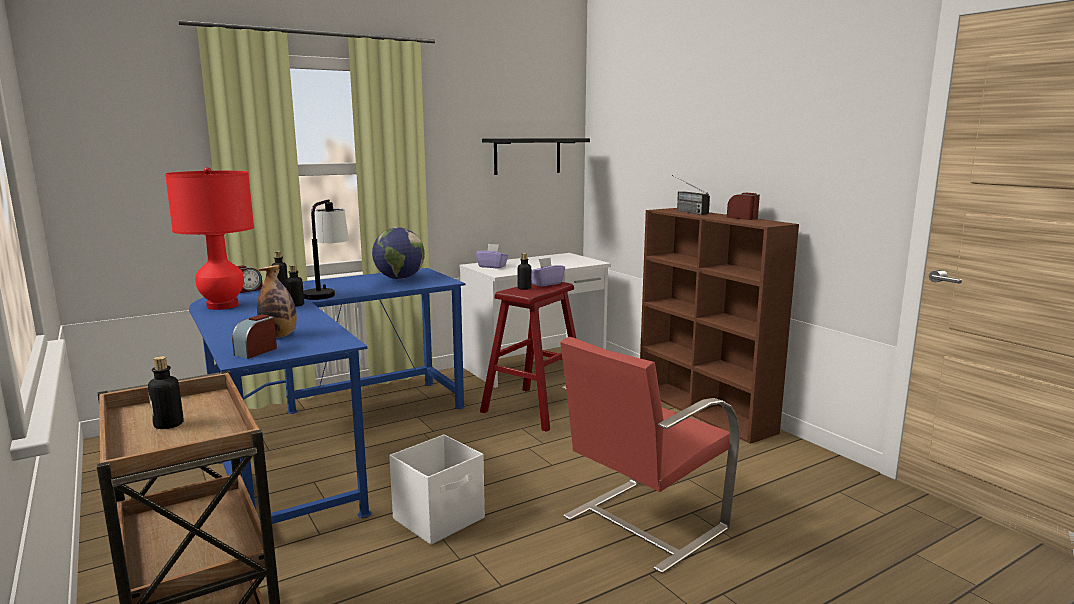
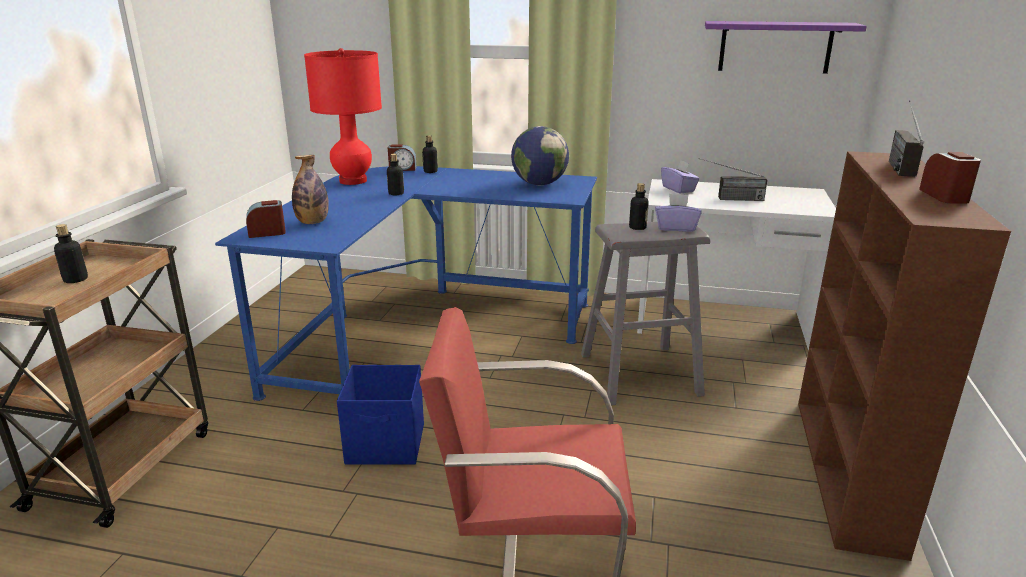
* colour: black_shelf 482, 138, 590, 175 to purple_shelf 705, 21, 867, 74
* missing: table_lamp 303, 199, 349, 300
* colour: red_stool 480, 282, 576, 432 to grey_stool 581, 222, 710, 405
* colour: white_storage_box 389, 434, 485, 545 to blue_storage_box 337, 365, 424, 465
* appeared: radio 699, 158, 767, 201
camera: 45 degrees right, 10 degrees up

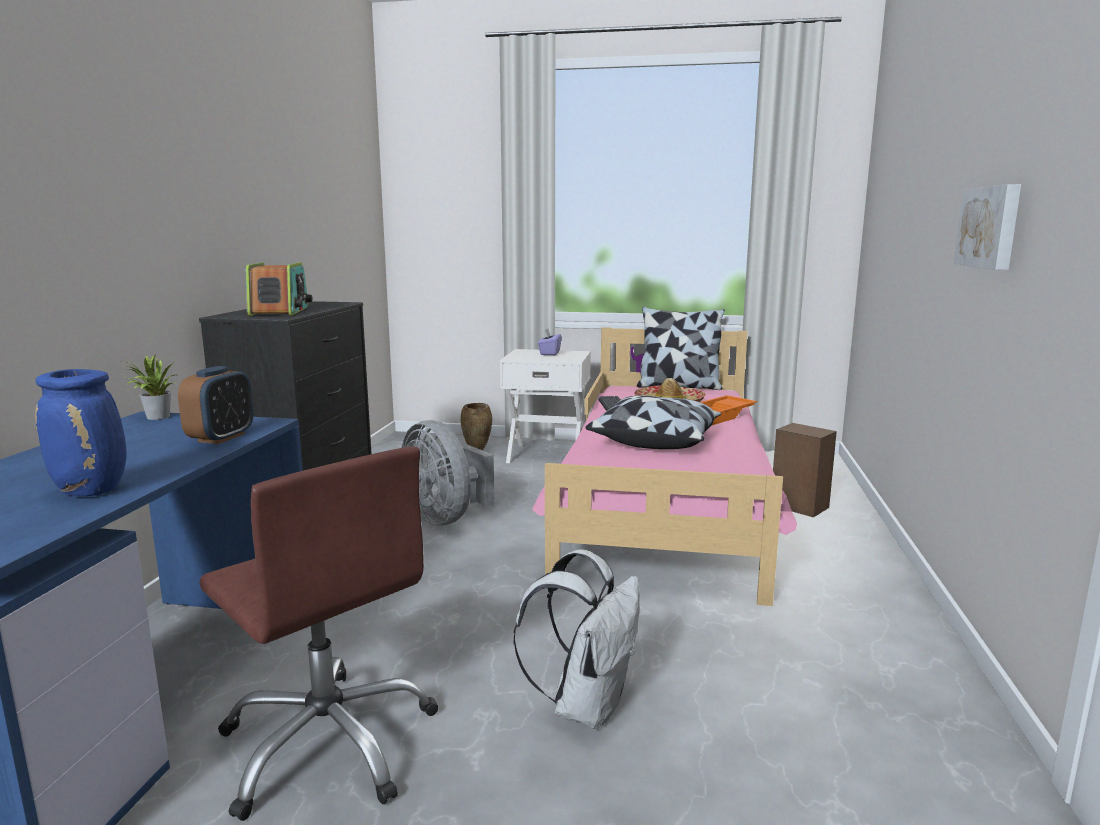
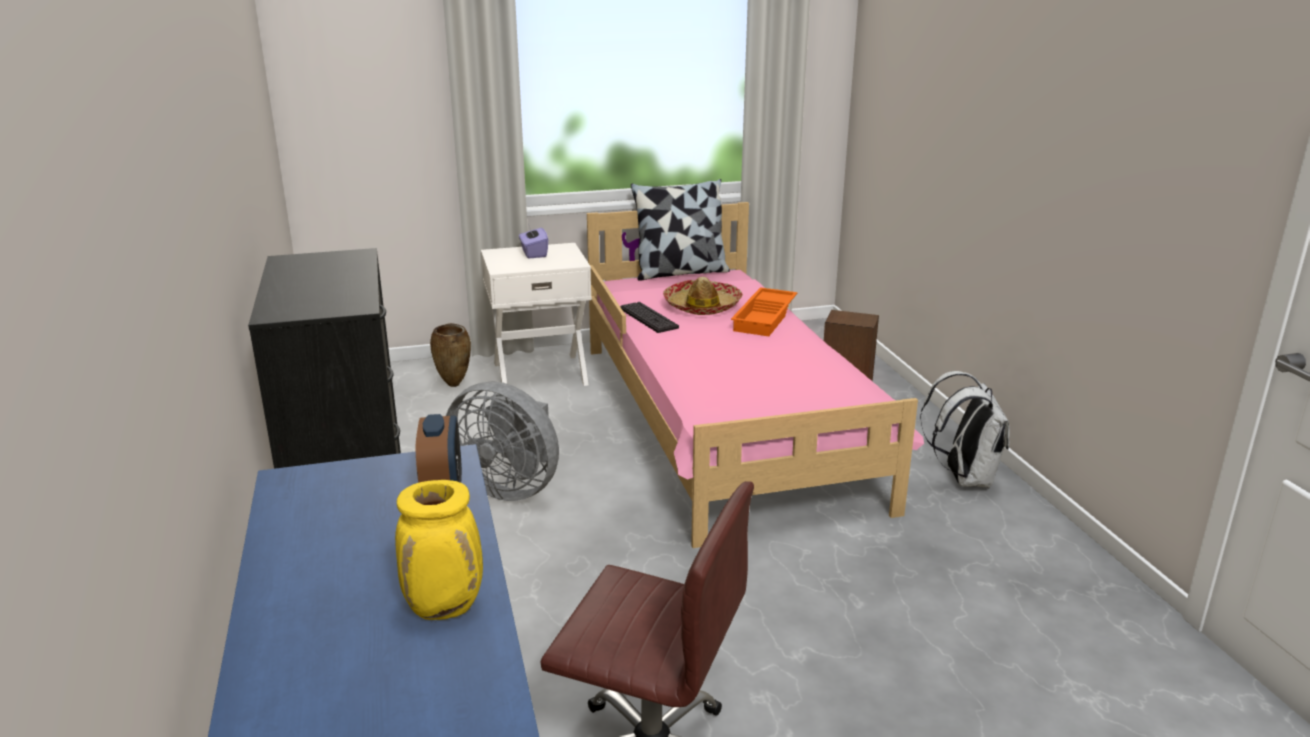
* missing: picture 954, 184, 1021, 270
* missing: radio 245, 262, 313, 316
* missing: potted_plant 124, 354, 174, 420
* colour: blue_vase 35, 369, 127, 496 to yellow_vase 395, 480, 483, 620
* missing: pillow 585, 395, 722, 449
* relocated: white_backpack 513, 549, 640, 729 to 920, 371, 1010, 488
camera: 25 degrees left, 10 degrees up

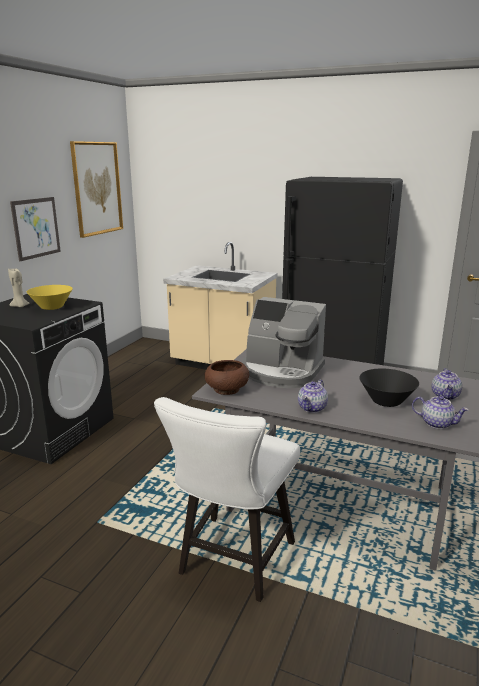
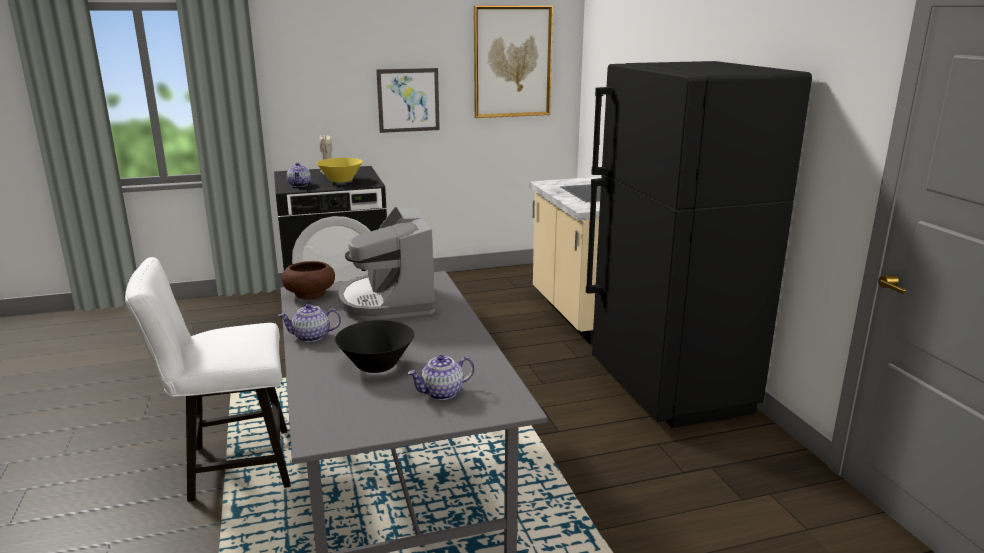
* relocated: teapot 412, 396, 469, 429 to 287, 162, 311, 187
camera: 50 degrees right, 0 degrees up

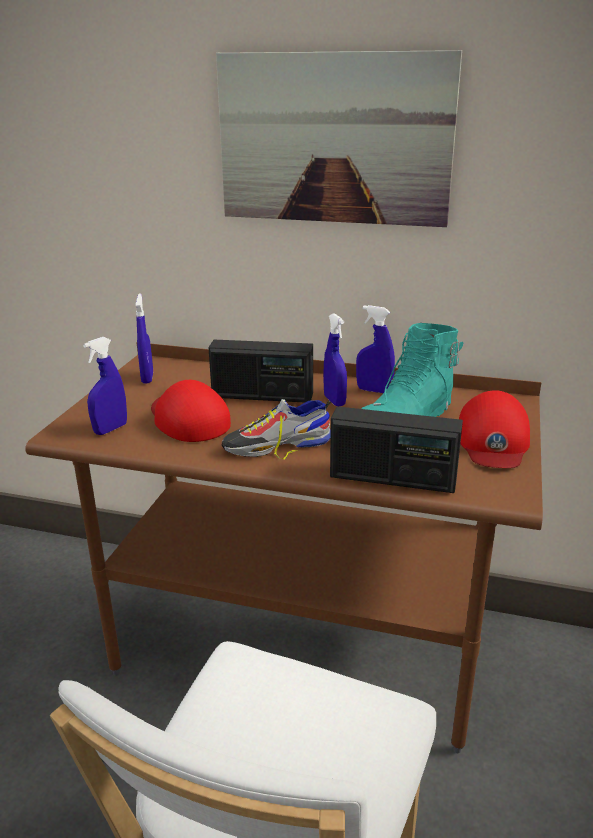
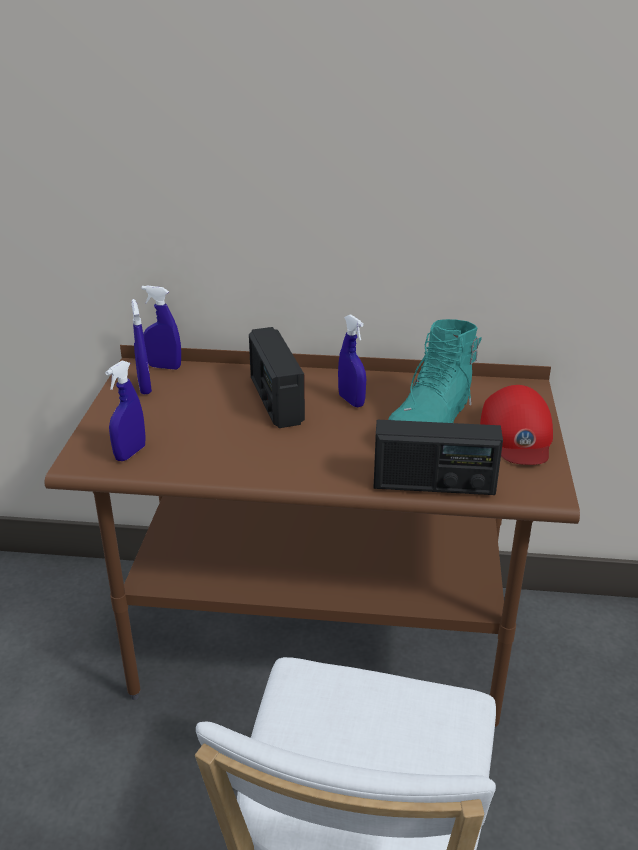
* missing: picture 216, 50, 462, 227
* relocated: blue_spray_bottle 356, 305, 395, 393 to 142, 285, 181, 370
* spun: radio 208, 340, 313, 402 = 249, 327, 305, 428 75 degrees clockwise
* missing: red_cap 151, 380, 231, 442
* missing: shoe 222, 399, 331, 459
camera: 10 degrees left, 5 degrees up

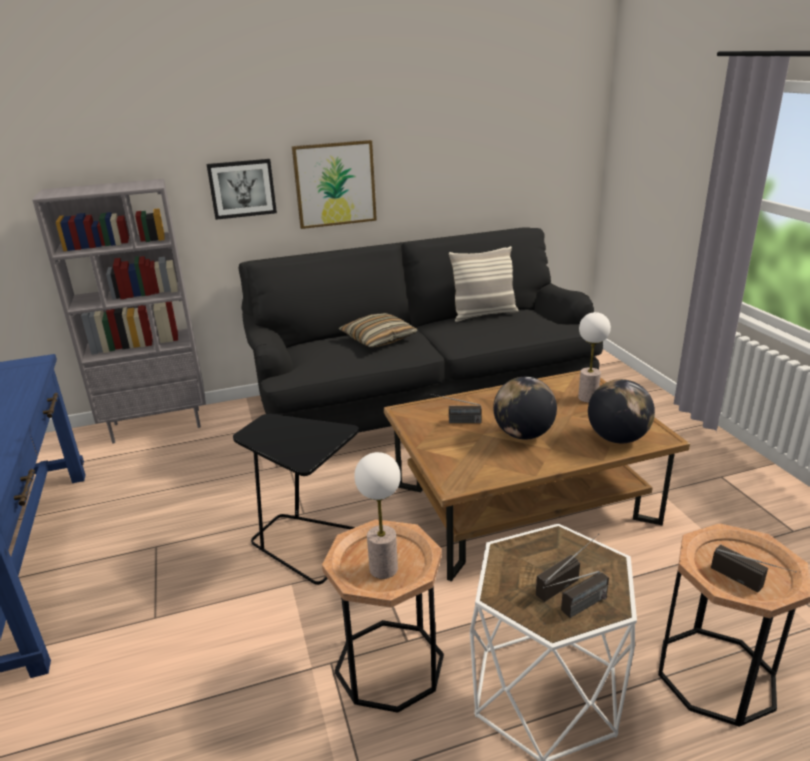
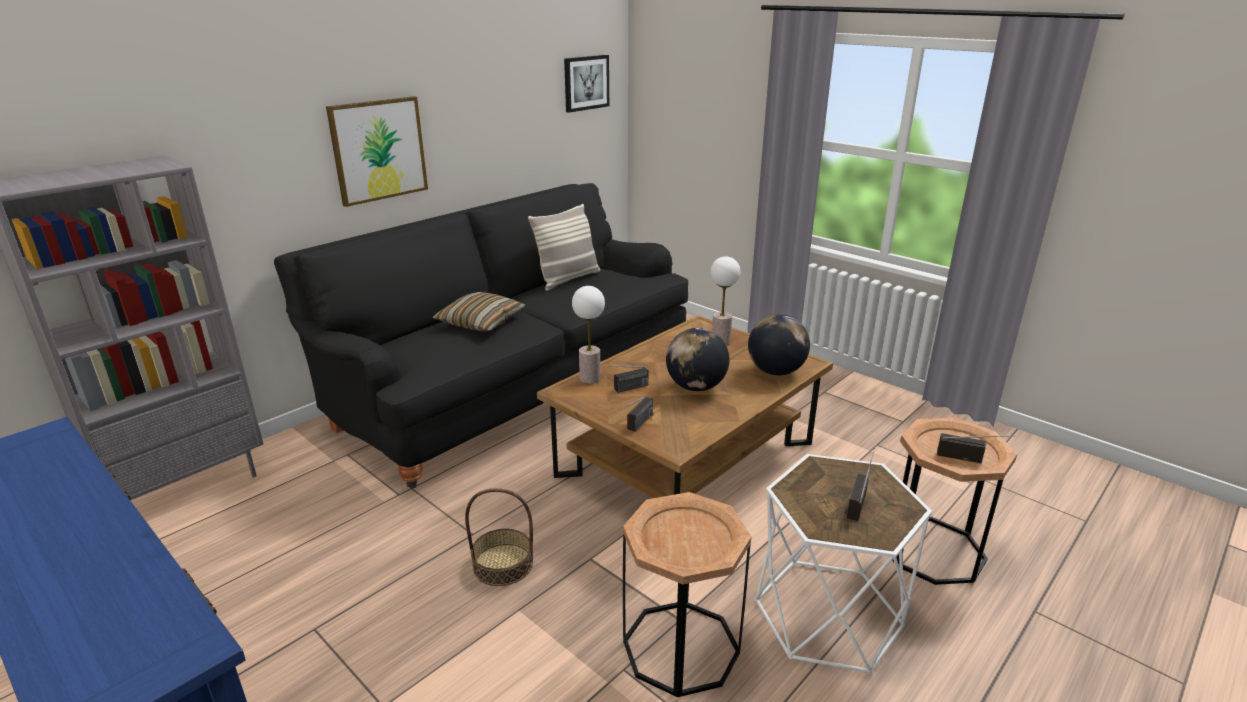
* relocated: picture 207, 159, 277, 220 to 564, 55, 609, 113
* exchanged: black_side_table 233, 414, 358, 585 to basket 465, 488, 533, 586
* relocated: table_lamp 354, 452, 401, 579 to 572, 286, 605, 384
* relocated: radio 543, 571, 609, 618 to 617, 396, 654, 432
camera: 30 degrees left, 0 degrees up

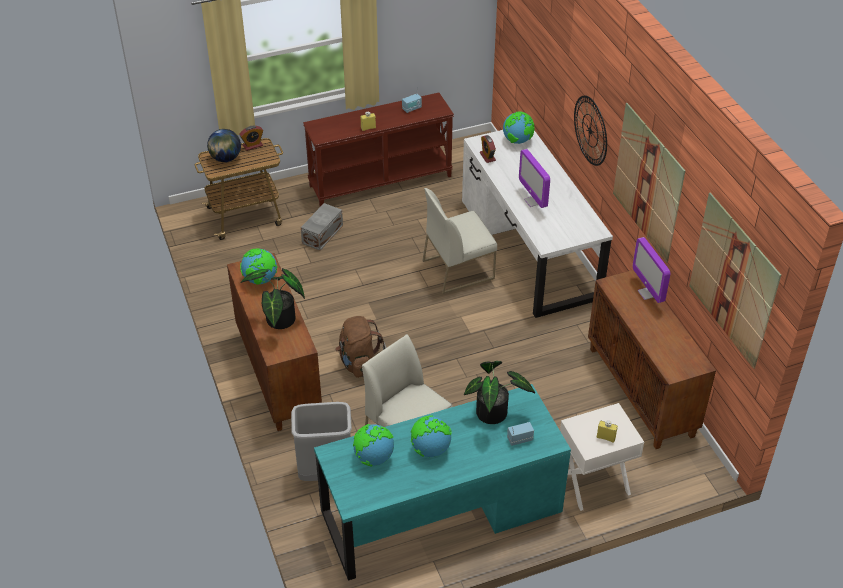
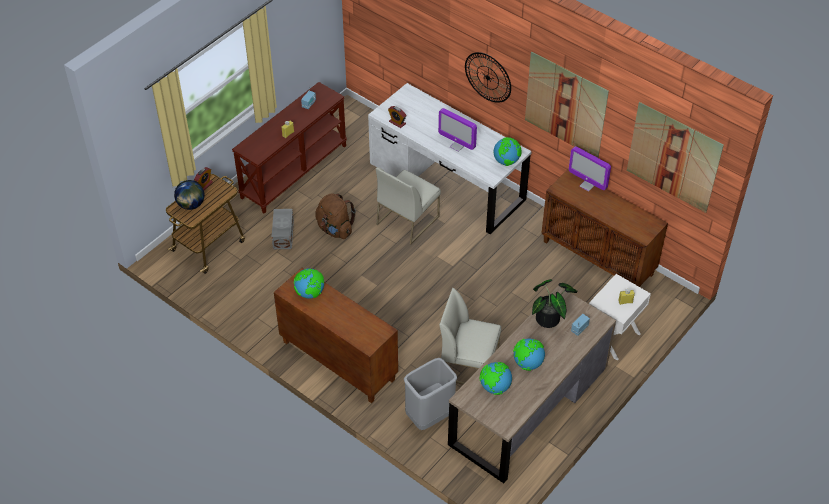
* relocated: globe 503, 112, 535, 144 to 494, 137, 522, 166
* missing: potted_plant 240, 268, 305, 329
* relocated: brown_backpack 335, 316, 386, 378 to 315, 193, 356, 239
* colour: turquoise_desk 314, 384, 571, 581 to brown_desk 448, 286, 616, 483
camera: 30 degrees left, 5 degrees up

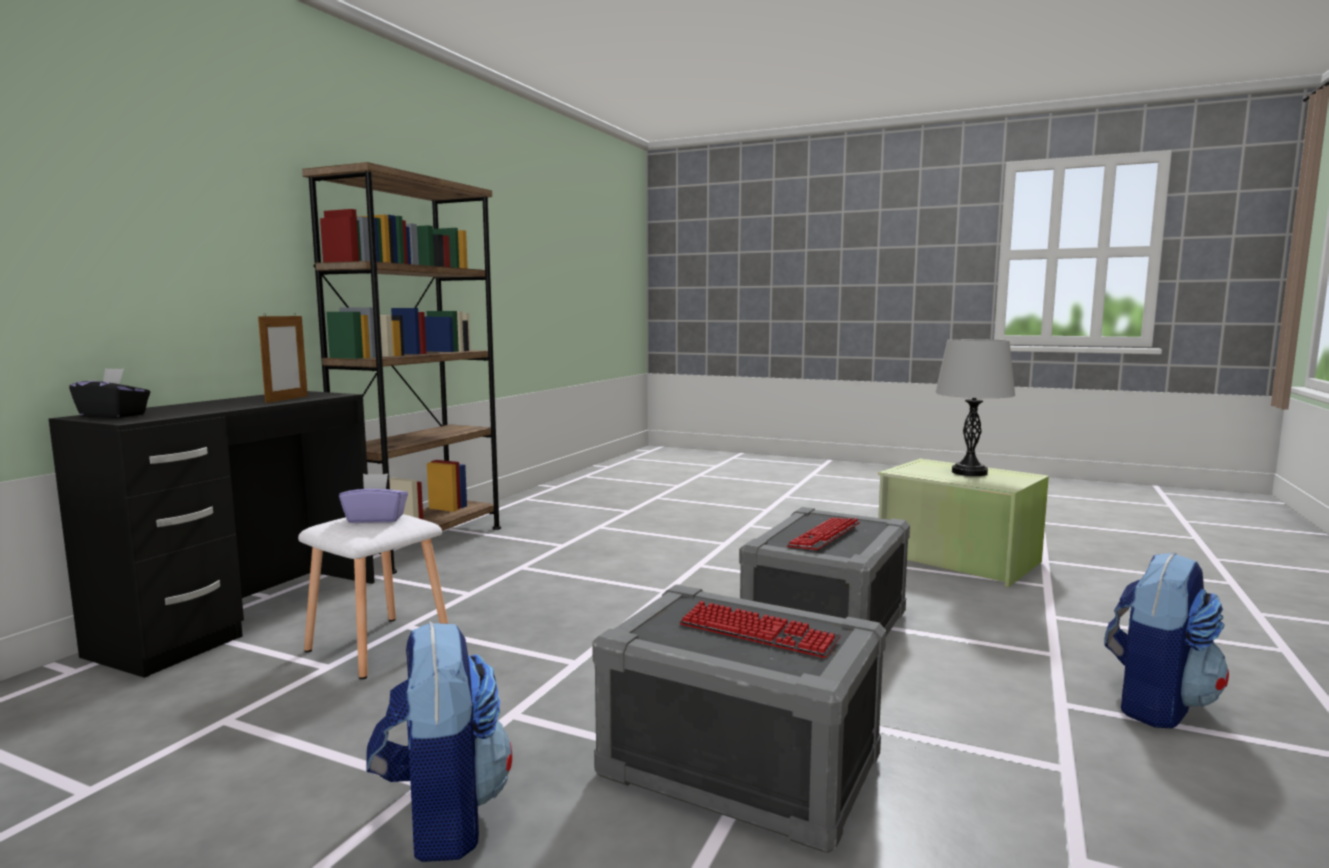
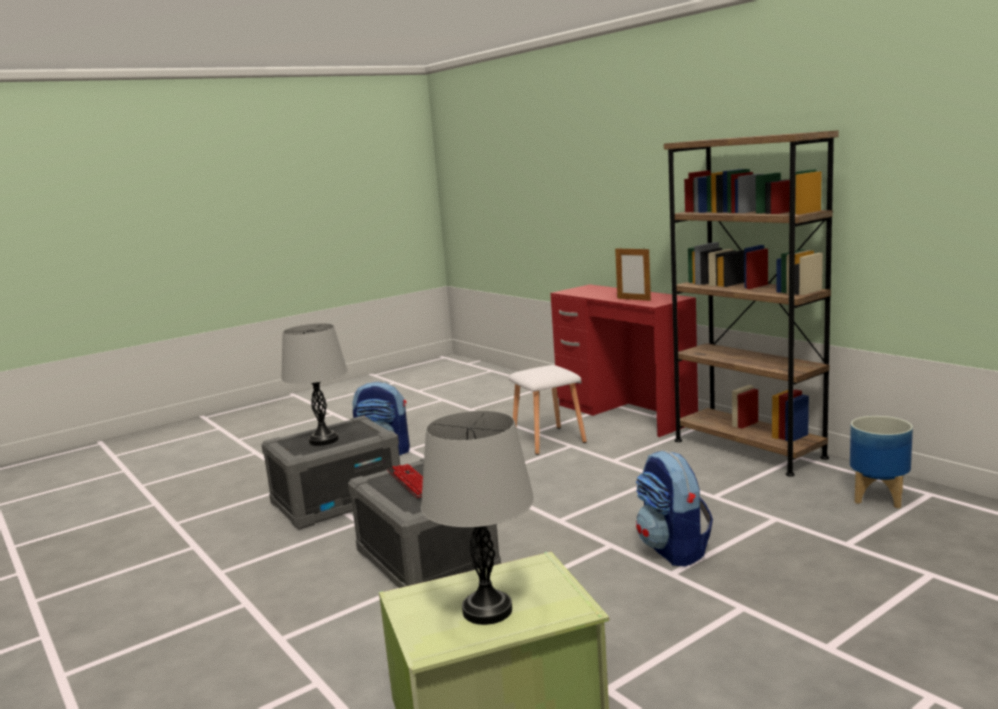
* missing: black_tissue_box 69, 368, 151, 418
* colour: black_desk 49, 391, 375, 678 to red_desk 550, 284, 698, 437
* missing: purple_tissue_box 339, 474, 408, 523
* relocated: backpack 1105, 552, 1229, 728 to 636, 450, 713, 567
* exchanged: keyboard 679, 601, 841, 658 to grey_table_lamp 281, 323, 347, 446
* appeared: planter 850, 416, 913, 508
camera: 120 degrees right, 5 degrees up

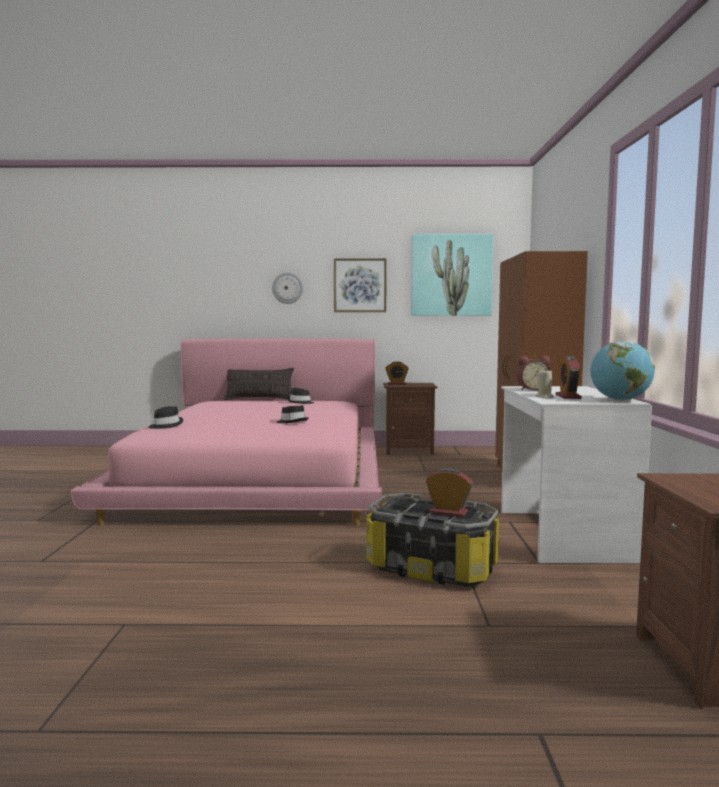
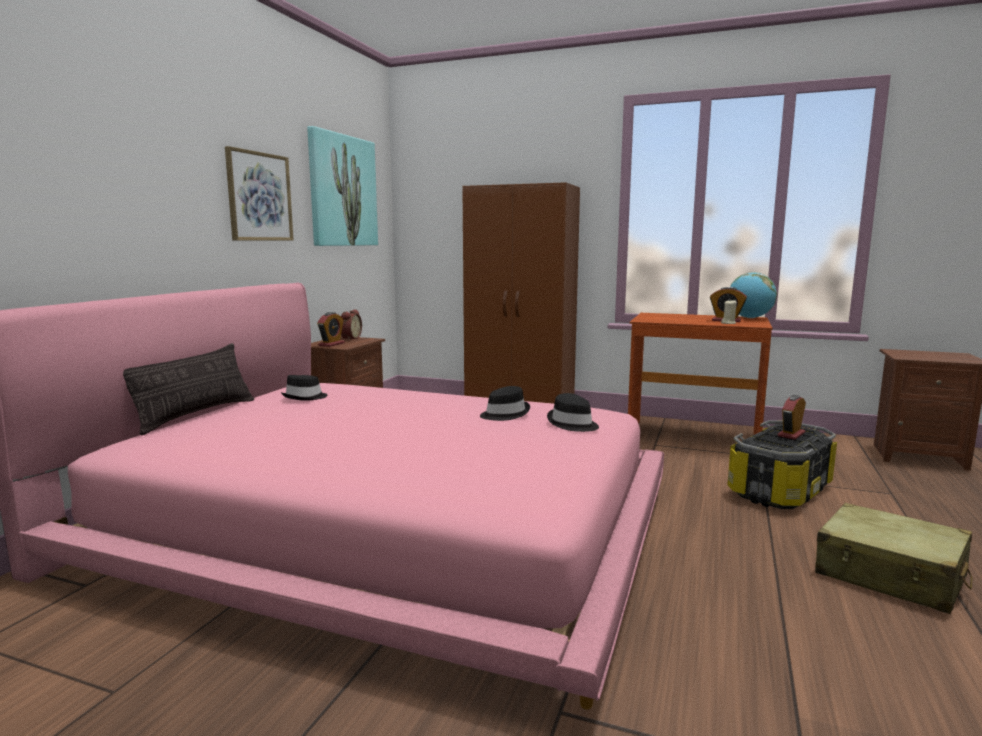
* missing: wall_clock 272, 272, 303, 304
* relocated: alarm_clock 516, 356, 551, 390 to 341, 310, 362, 340
* colour: white_desk 501, 386, 652, 563 to brown_desk 628, 313, 772, 435
* relocated: black_hat 148, 406, 183, 429 to 547, 393, 599, 432
* appeared: beige_suitcase 815, 503, 973, 614
camera: 70 degrees left, 5 degrees up

